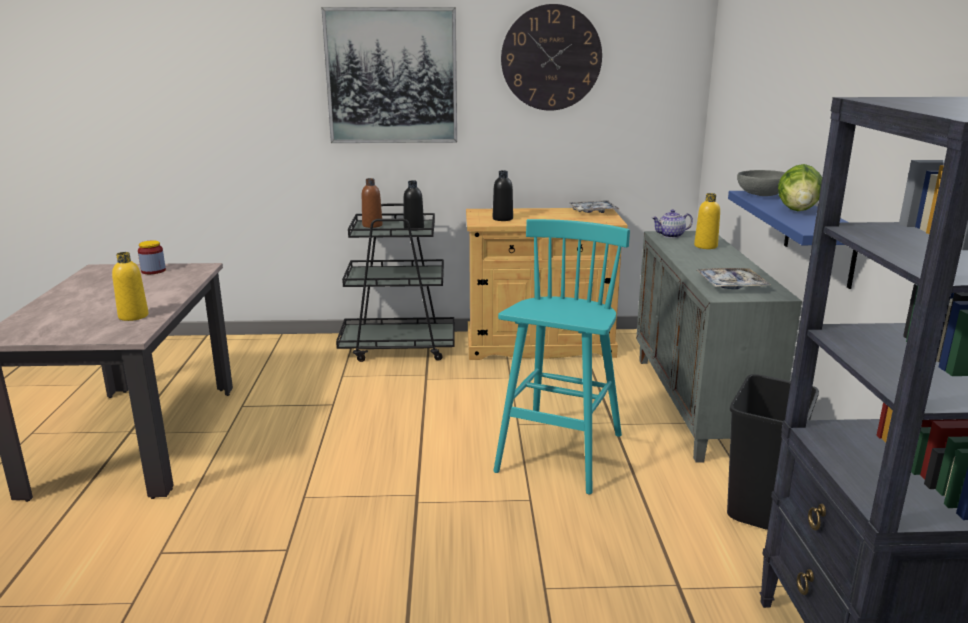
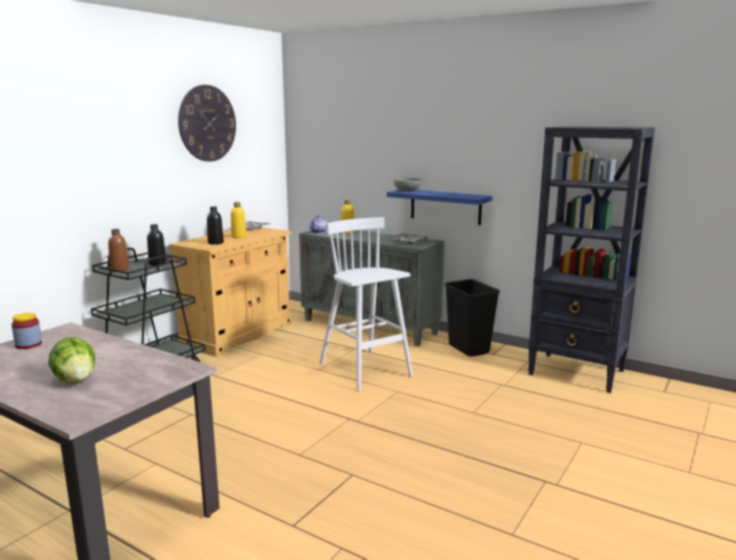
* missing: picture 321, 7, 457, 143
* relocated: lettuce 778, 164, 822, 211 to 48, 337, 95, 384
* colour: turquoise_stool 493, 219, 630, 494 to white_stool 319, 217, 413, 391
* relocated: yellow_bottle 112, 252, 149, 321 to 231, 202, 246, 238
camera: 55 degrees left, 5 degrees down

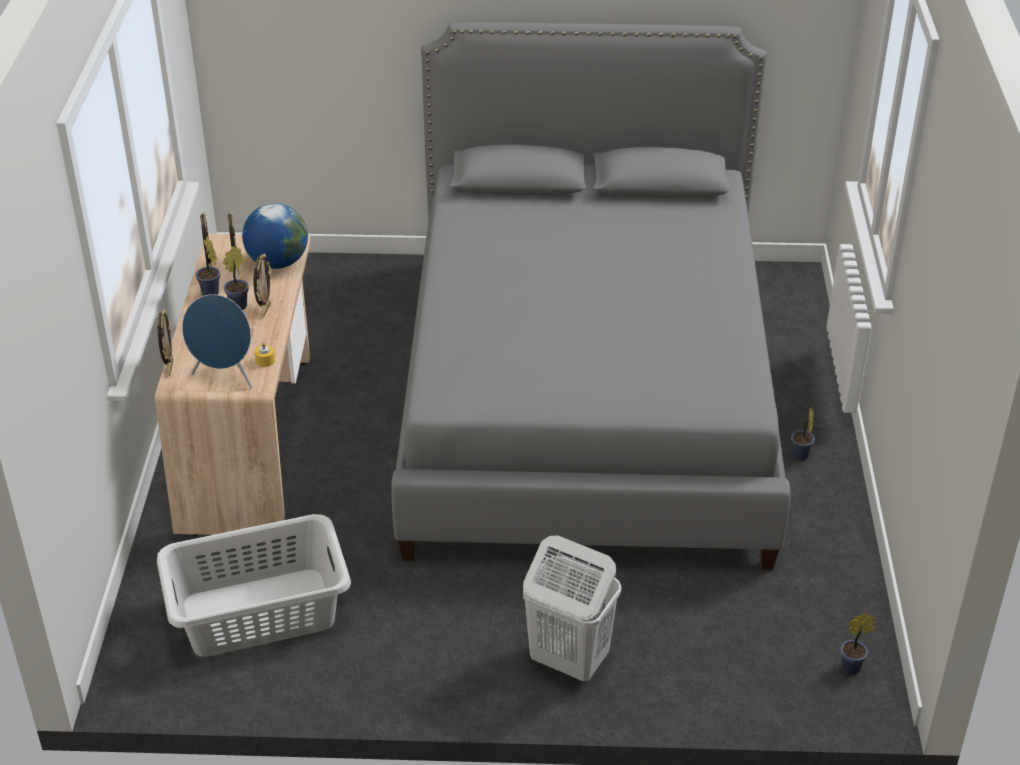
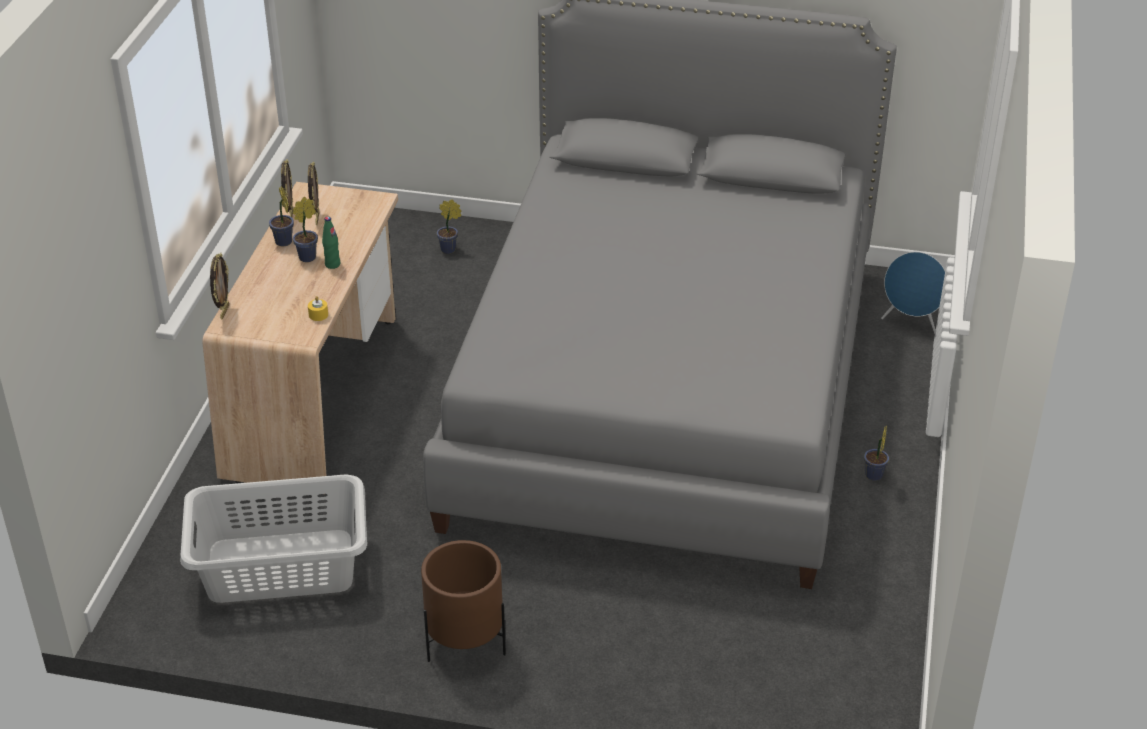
* missing: globe 242, 203, 308, 269
* exchanged: picture_frame 254, 254, 271, 318 to green_bottle 322, 217, 341, 269
* relocated: blue_speaker 182, 294, 253, 389 to 881, 252, 945, 334
* missing: white_laundry_basket 523, 535, 621, 682
* relocated: potted_plant 840, 613, 875, 675 to 437, 199, 462, 254
* appeared: brown_planter 421, 540, 506, 662
camera: 10 degrees right, 0 degrees up

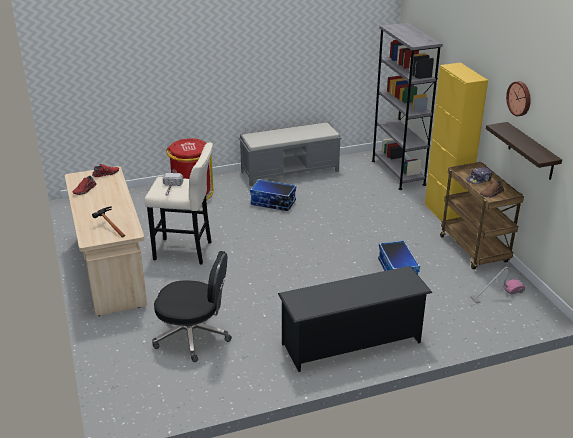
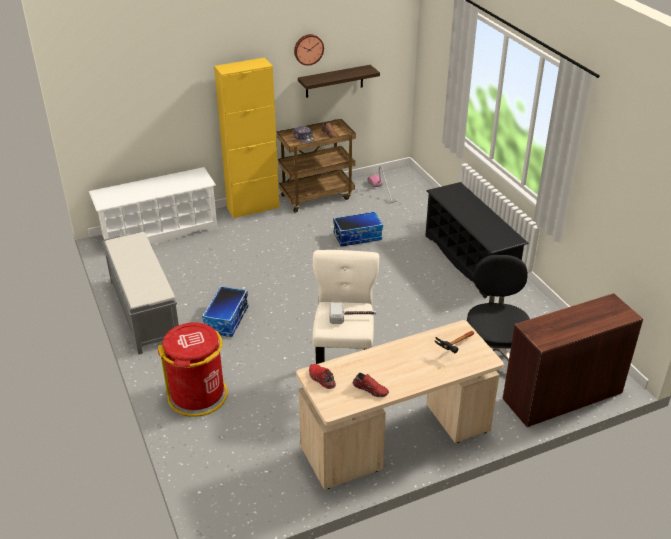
* exchanged: grey_bookcase 372, 23, 443, 190 to white_shoe_rack 89, 167, 218, 244
* appeared: brown_desk 503, 293, 643, 427
camera: 95 degrees left, 5 degrees up

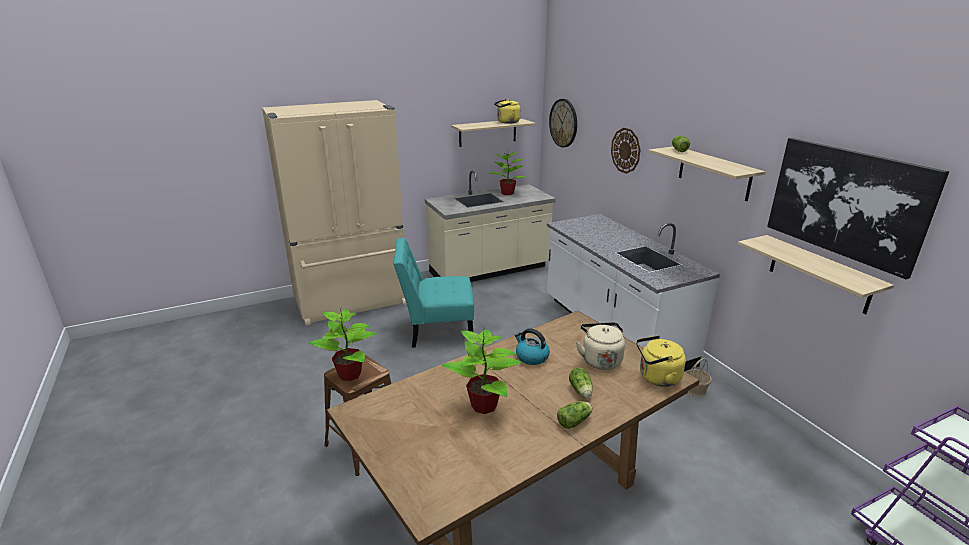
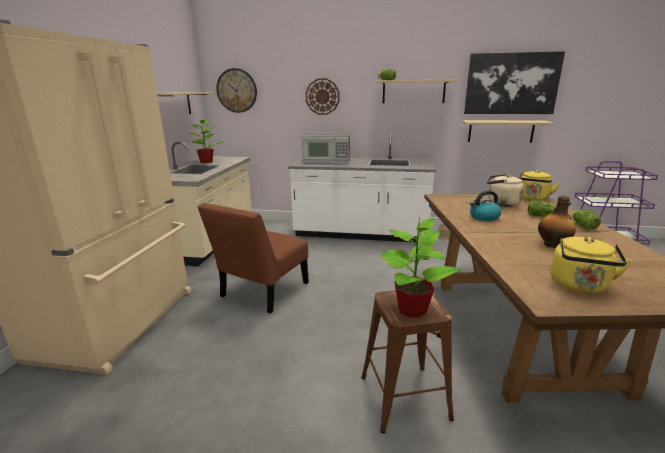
* relocated: yellow_kettle 494, 99, 520, 124 to 551, 237, 632, 293
* colour: turquoise_chair 393, 238, 474, 348 to brown_chair 198, 203, 309, 314
* exchanged: potted_plant 442, 329, 522, 414 to bottle 538, 196, 576, 248
* appeared: microwave 302, 133, 350, 164
camera: 55 degrees left, 5 degrees down

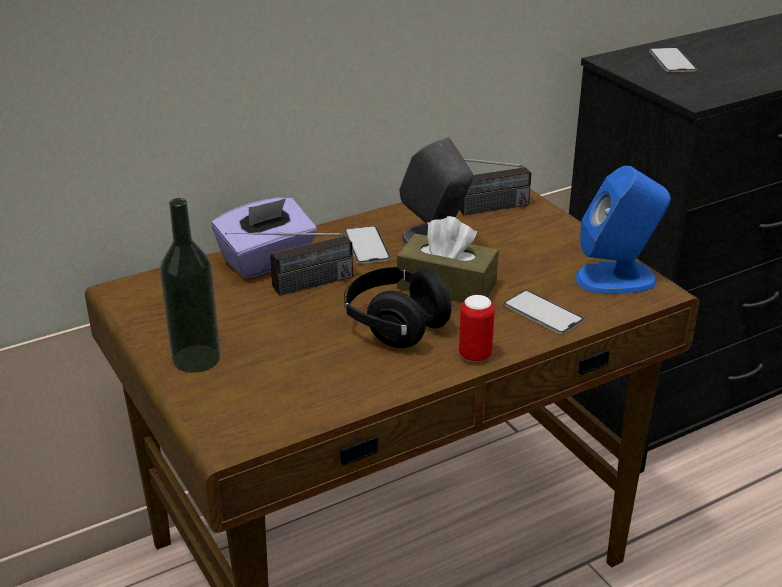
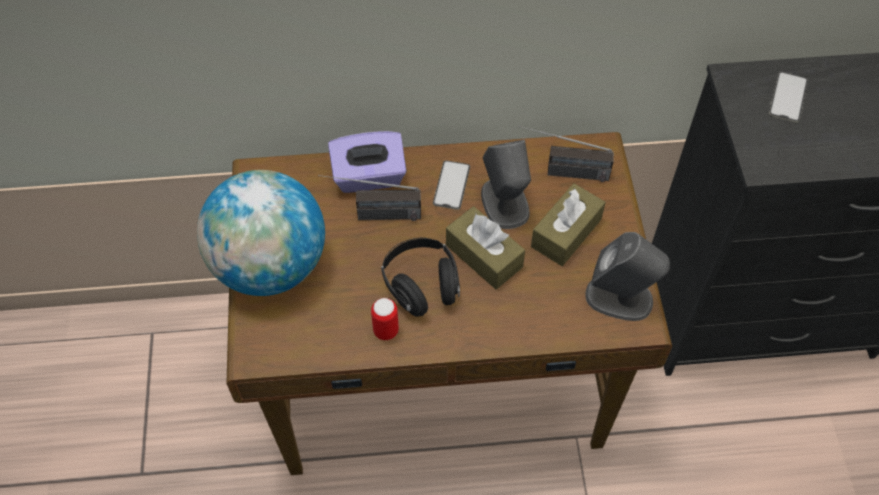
* colour: blue_speaker 575, 166, 671, 294 to grey_speaker 585, 232, 670, 321
* exchanged: bottle 160, 198, 221, 373 to globe 197, 170, 325, 296
* missing: phone 504, 290, 584, 334
* relocated: can 459, 295, 495, 362 to 371, 298, 399, 340
* appeared: brown_tissue_box 531, 183, 606, 266
camera: 25 degrees right, 25 degrees up

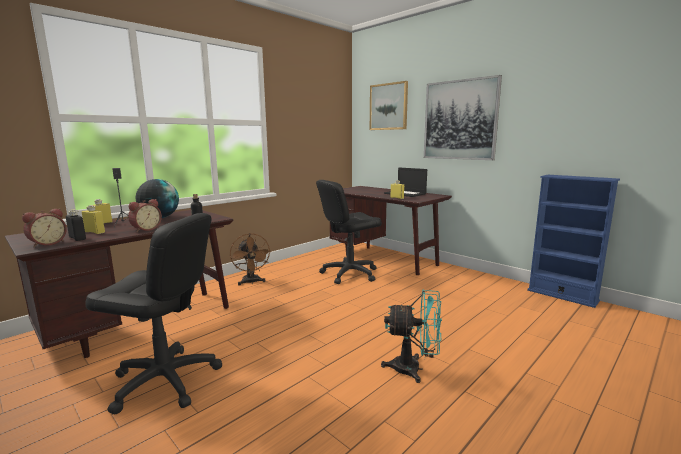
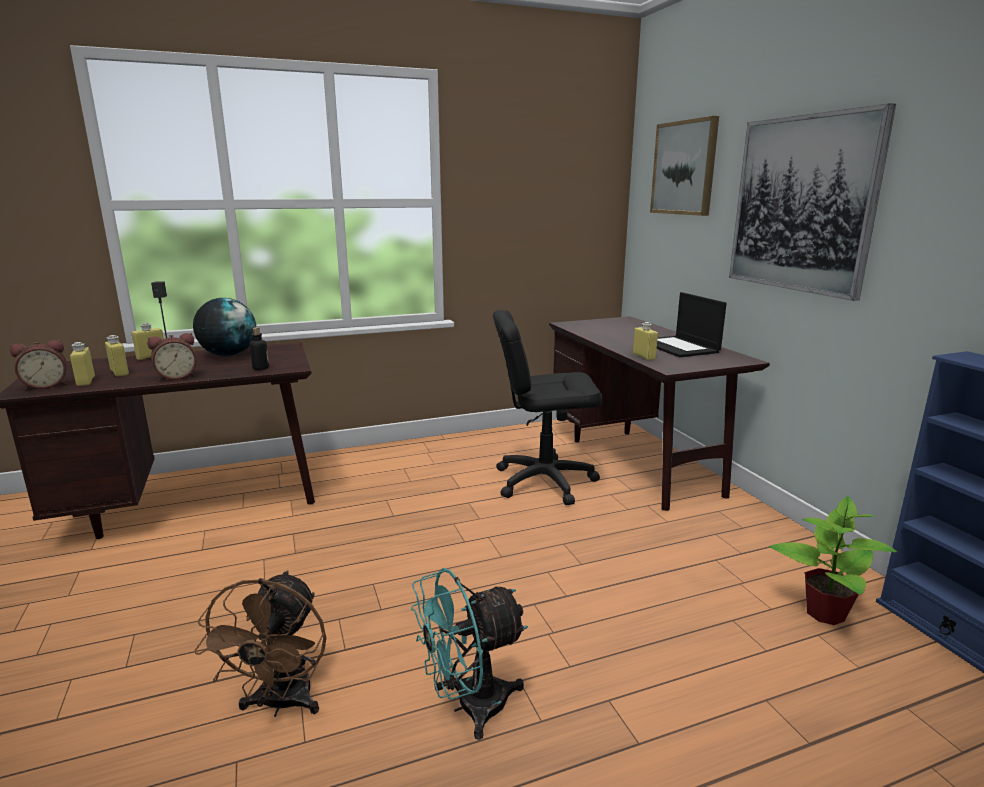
* colour: black_bottle 66, 210, 86, 241 to yellow_bottle 70, 342, 95, 386
* missing: black_office_chair 85, 213, 222, 415
* relocated: brown_fan 230, 233, 271, 285 to 194, 570, 326, 717
* spun: turquoise_fan 381, 290, 442, 383 = 411, 568, 528, 740 120 degrees clockwise
* appeared: potted_plant 769, 496, 897, 625
camera: 25 degrees right, 5 degrees up

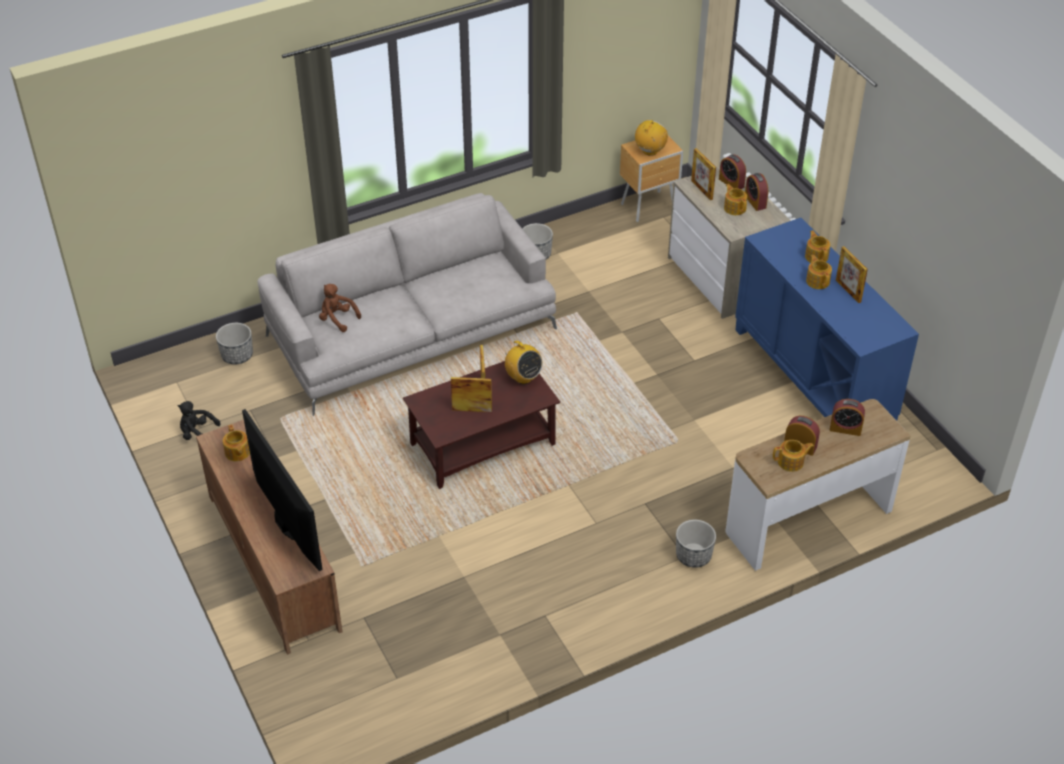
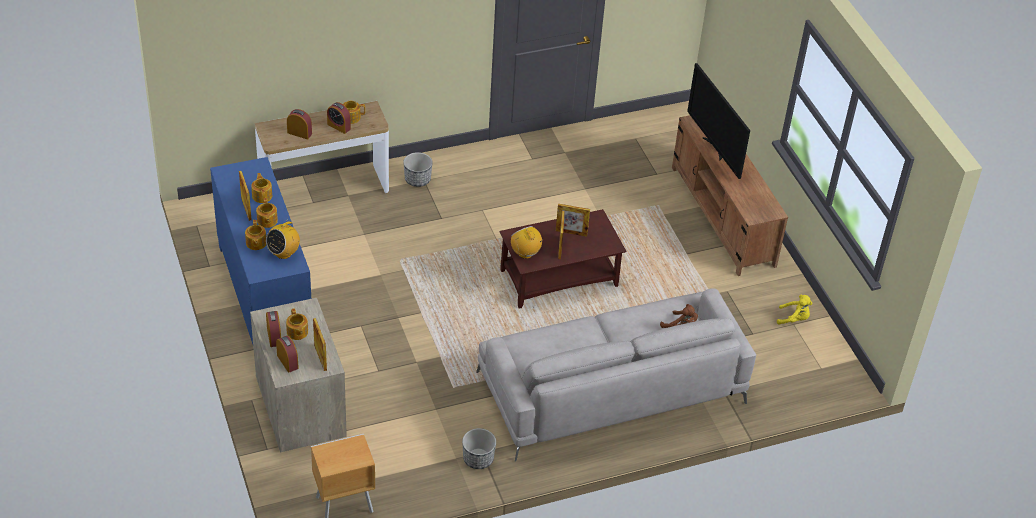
* relocated: radio 635, 120, 668, 156 to 266, 218, 300, 259
* missing: planter 216, 323, 253, 364
* colour: black_plush_toy 178, 401, 221, 440 to yellow_plush_toy 777, 295, 813, 325
* relocated: teapot 223, 425, 250, 461 to 251, 173, 272, 203
camera: 175 degrees left, 0 degrees up

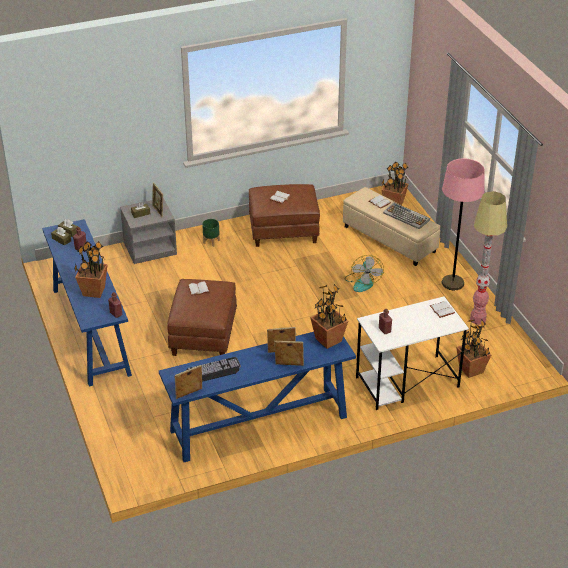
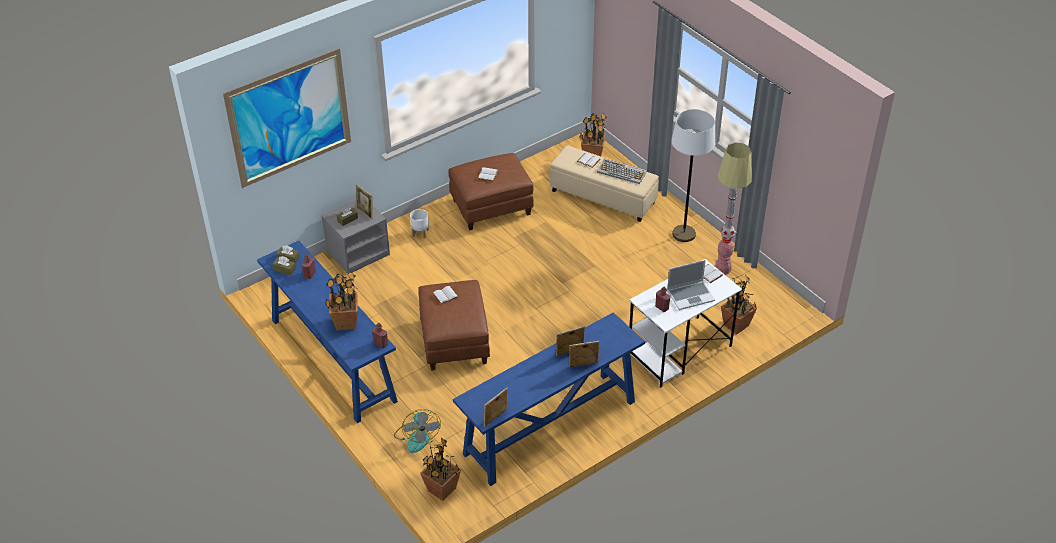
* colour: pink_floor_lamp 442, 158, 484, 290 to white_floor_lamp 672, 109, 715, 242
* colour: green_planter 202, 219, 220, 247 to white_planter 410, 209, 429, 238
* relocated: fan 344, 255, 384, 292 to 394, 409, 441, 453
* relocated: potted_plant 310, 284, 348, 349 to 420, 438, 461, 501
* missing: keyboard 186, 357, 241, 382
* appeared: picture 223, 48, 351, 188
* appeared: laptop 667, 260, 715, 310
camera: 15 degrees left, 5 degrees up

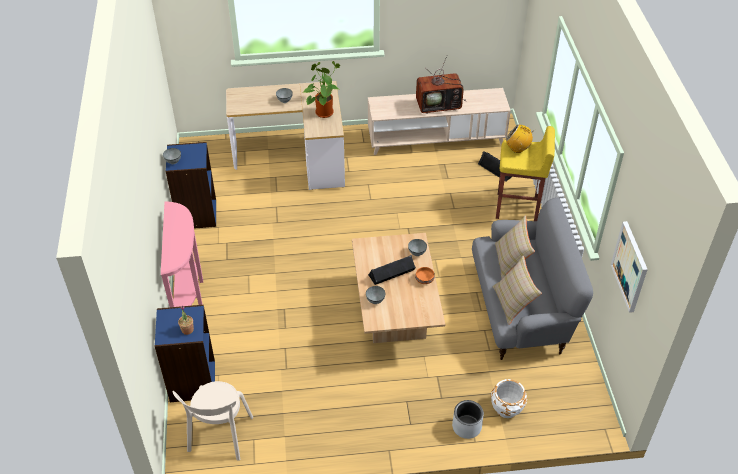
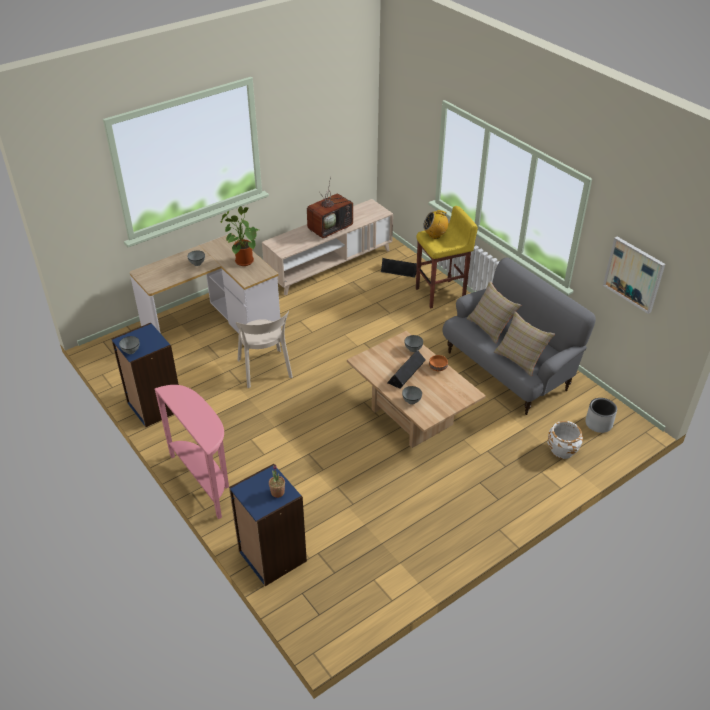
* relocated: beige_chair 172, 381, 253, 461 to 236, 311, 293, 388
* relocated: grey_planter 452, 400, 484, 439 to 585, 398, 617, 433
camera: 30 degrees left, 5 degrees down

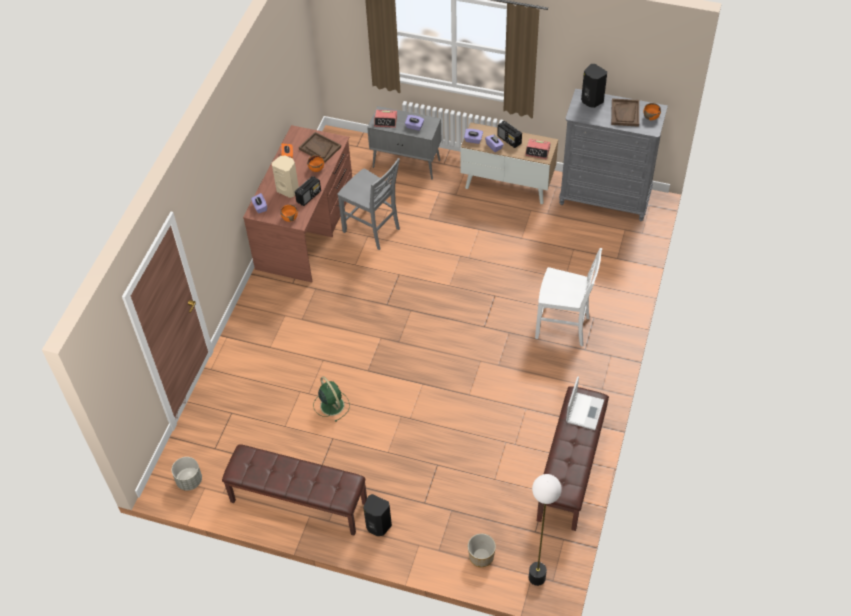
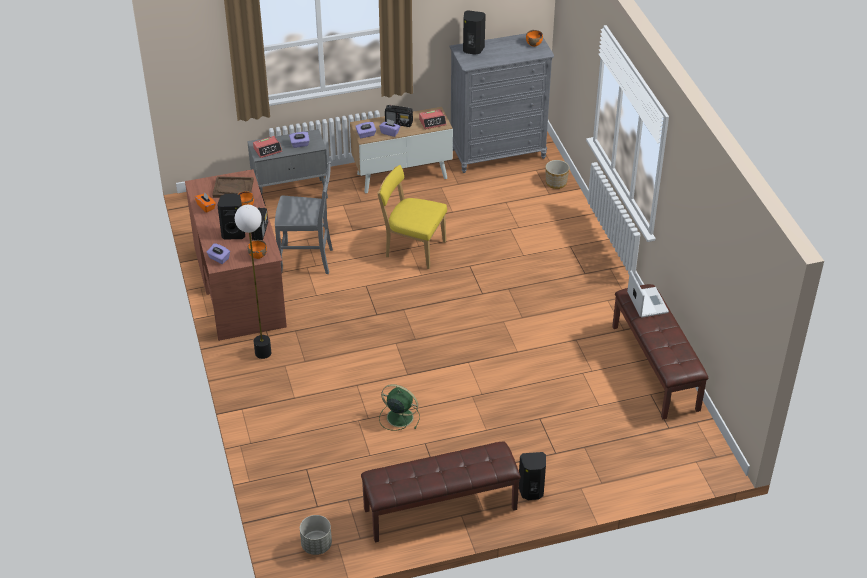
* missing: brown_tray 611, 98, 639, 127
* colour: beige_speaker 272, 156, 299, 198 to black_speaker 217, 194, 245, 240
* missing: white_chair 535, 248, 602, 347
* relocated: floor_lamp 529, 474, 562, 586 to 235, 205, 271, 359
* relocated: planter 468, 533, 496, 567 to 545, 160, 569, 189
* appeared: yellow_chair 377, 165, 447, 269
camera: 35 degrees left, 10 degrees down

